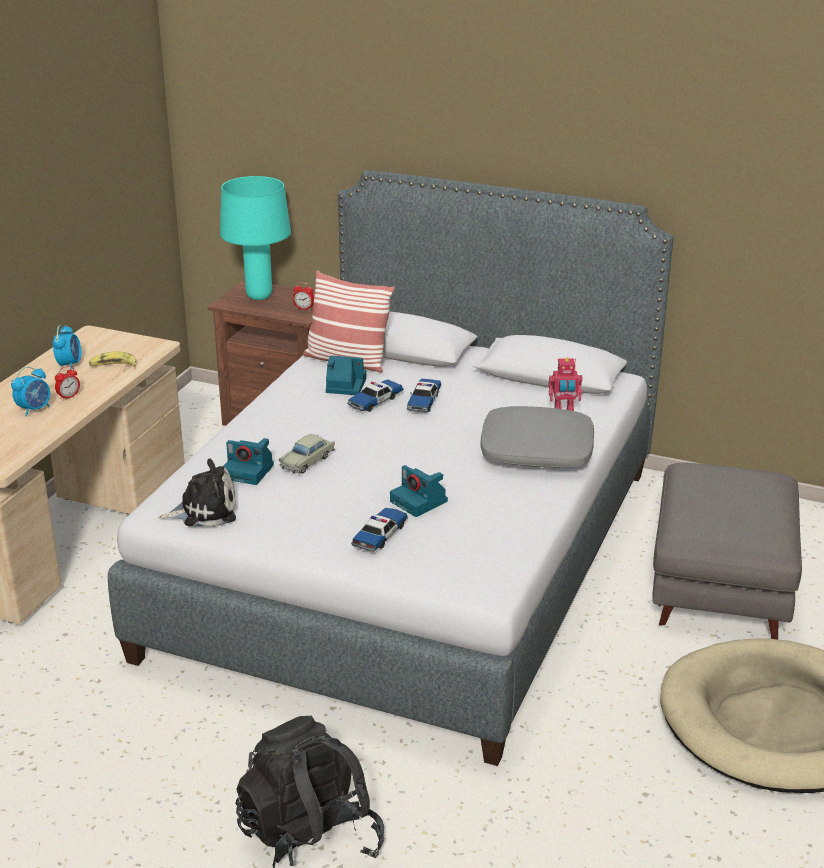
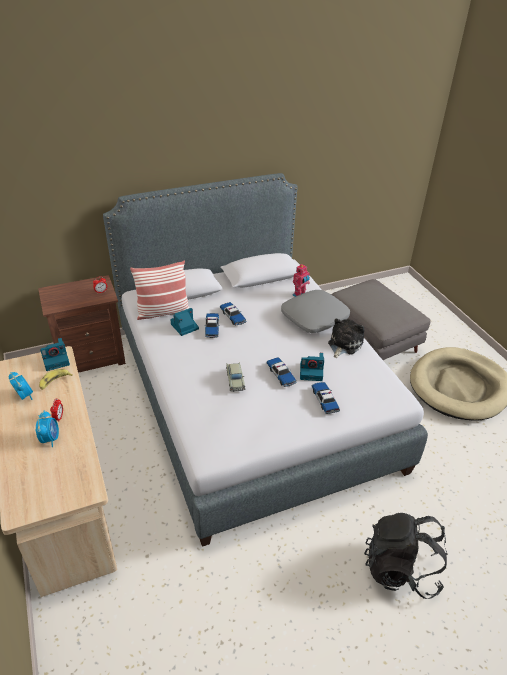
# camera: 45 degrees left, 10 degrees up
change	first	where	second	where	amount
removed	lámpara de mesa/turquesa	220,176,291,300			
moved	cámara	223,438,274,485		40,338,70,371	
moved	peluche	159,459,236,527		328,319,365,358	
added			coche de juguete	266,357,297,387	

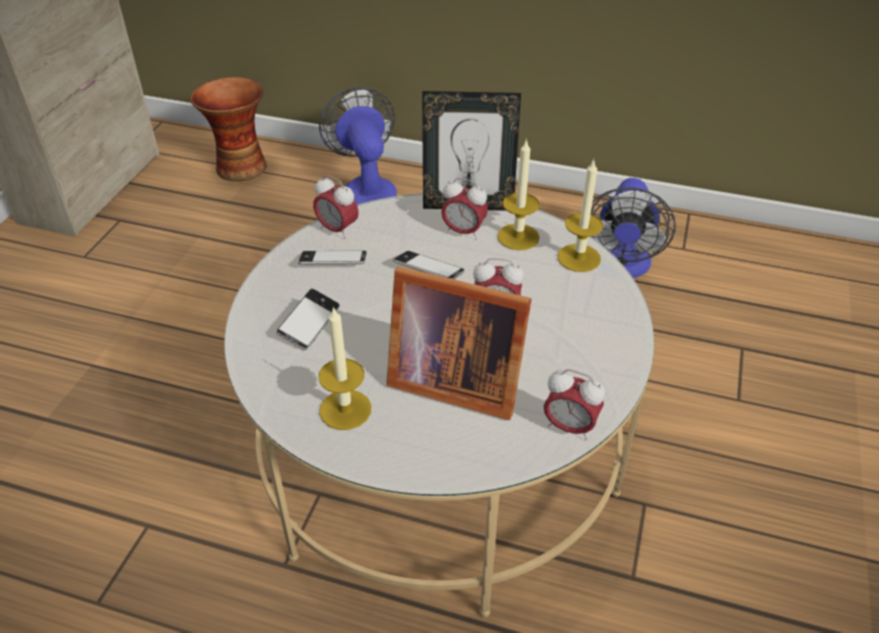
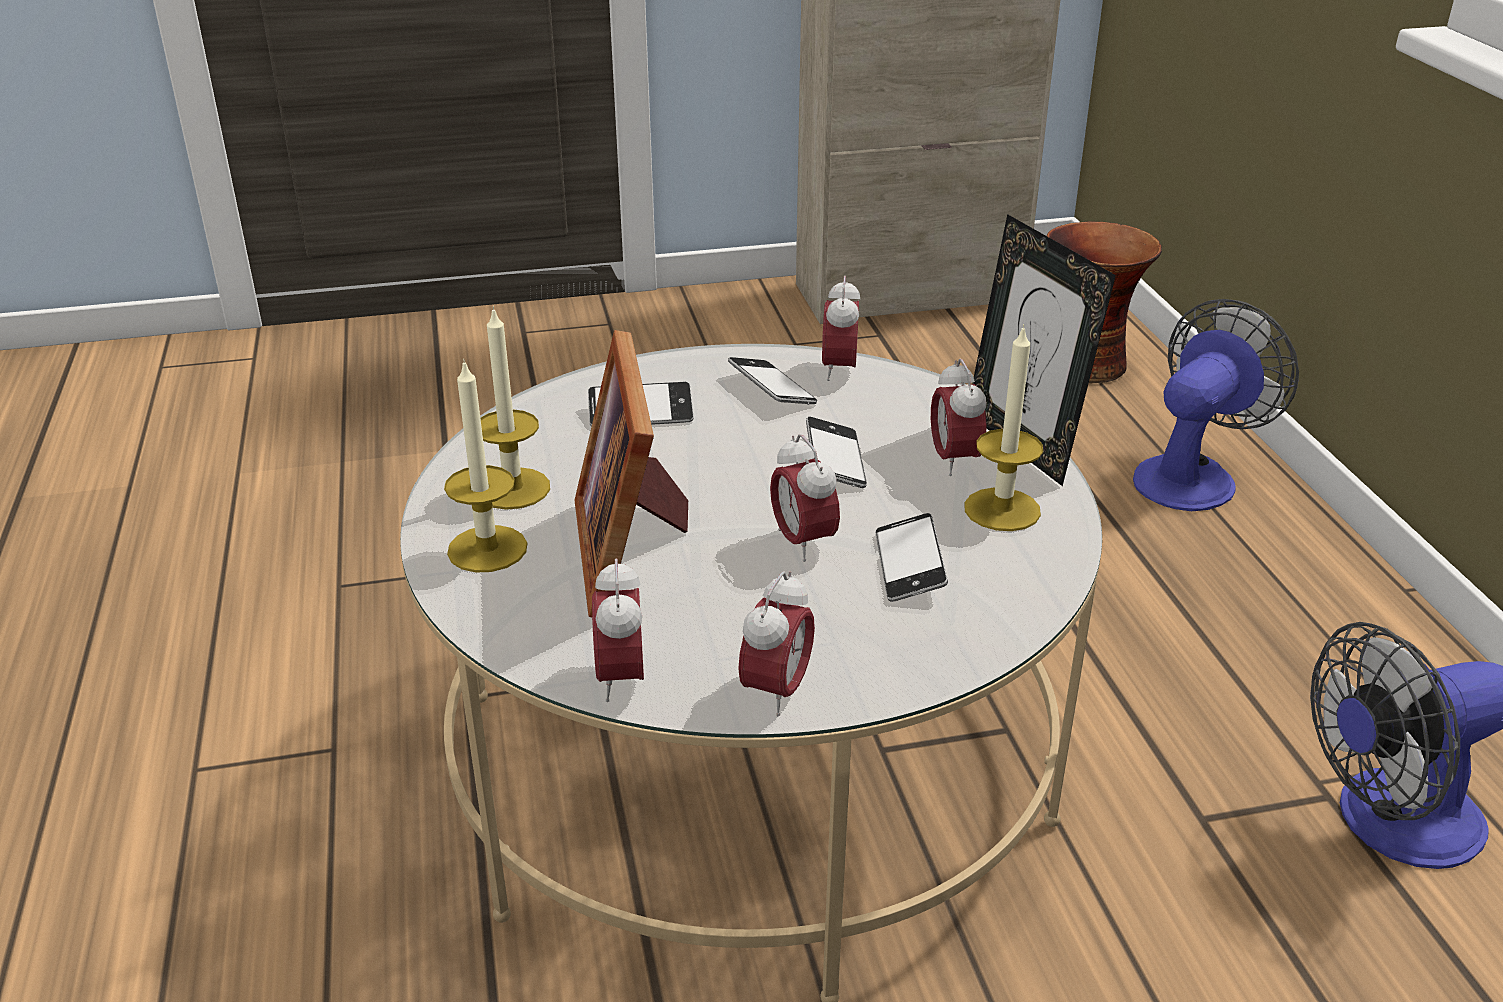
# camera: 60 degrees right, 10 degrees down
change	first	where	second	where	amount
moved	vela	558,159,603,272		444,359,527,573	
added			móvil	875,513,948,602	
added			despertador	738,571,815,716	

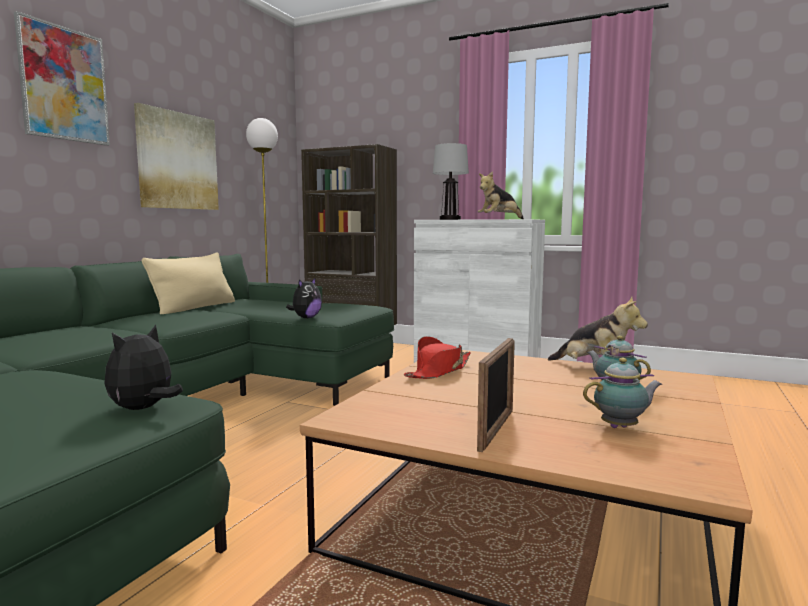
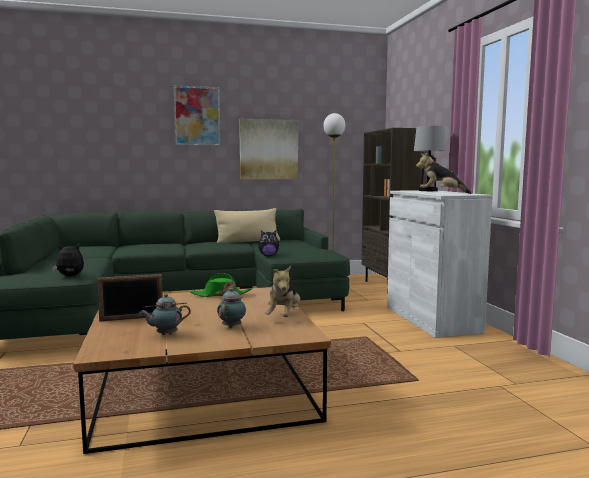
# camera: 50 degrees right, 0 degrees up
change	first	where	second	where	amount
recoloured	sombrero/rojo	404,336,471,379	sombrero/verde	190,273,252,297	
turned	tetera	583,358,662,428		139,294,191,335	120 degrees clockwise

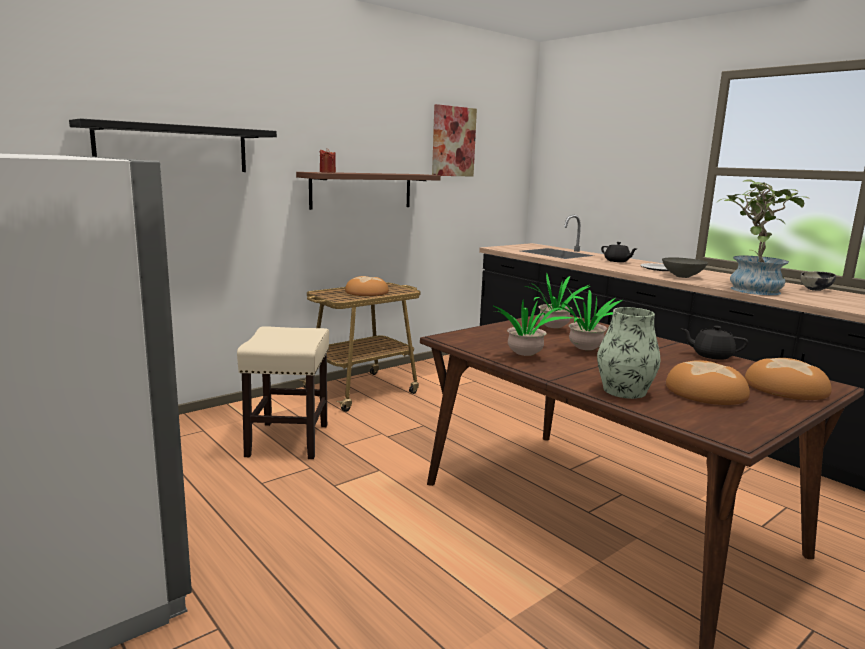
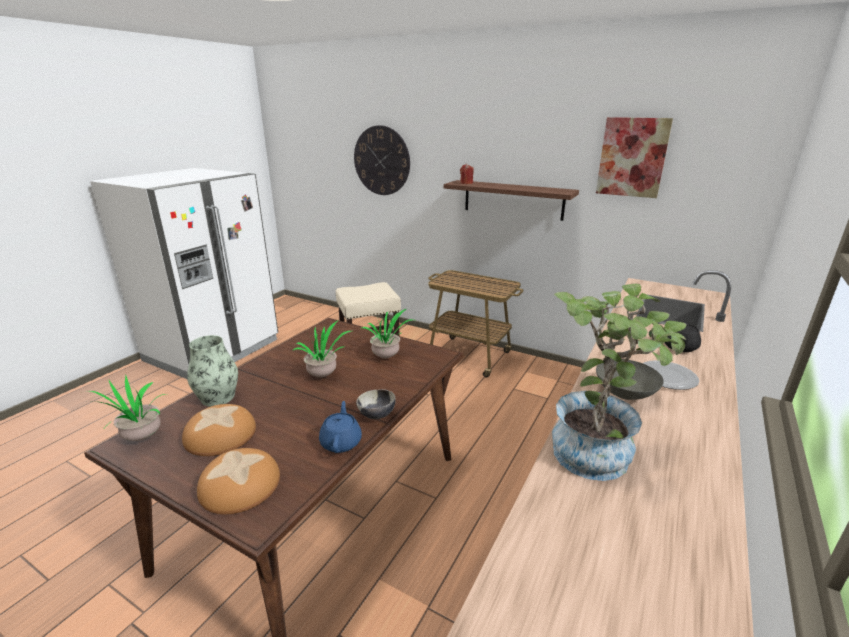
# camera: 70 degrees right, 10 degrees up
change	first	where	second	where	amount
replaced	estante/negro	69,118,277,172	reloj de pared	354,125,410,195	
moved	cuenco	800,271,836,291		356,389,396,419	
removed	pan	345,276,389,296			
moved	planta en maceta	492,298,573,356		90,376,165,441	
recoloured	tetera/negro	680,326,748,360	tetera/azul	319,401,362,453	

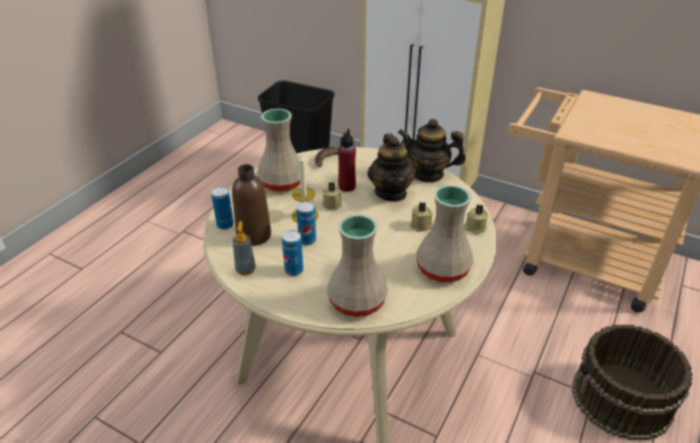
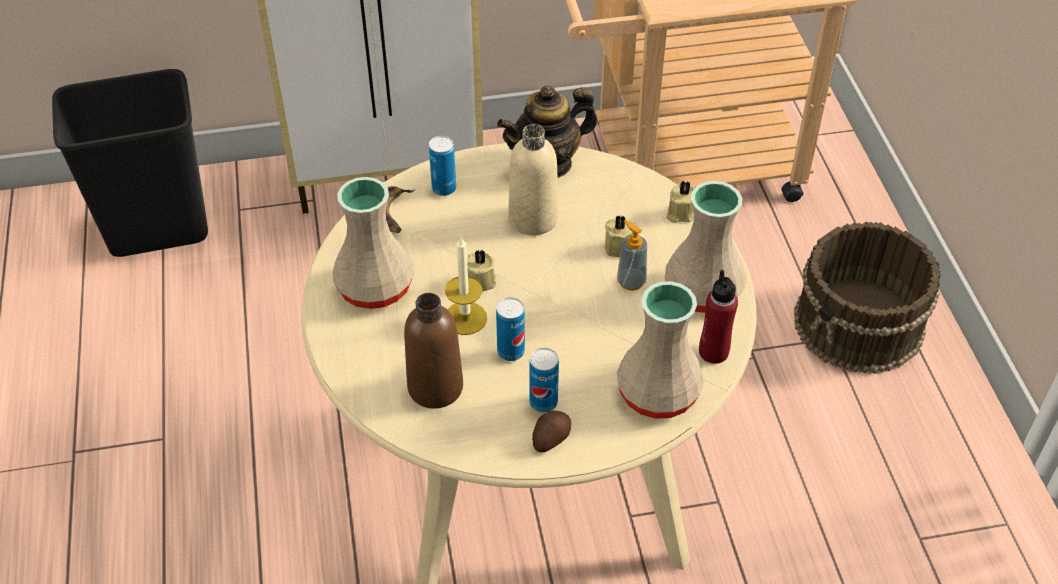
# camera: 40 degrees left, 10 degrees up
change	first	where	second	where	amount
moved	botella/rojo	338,129,356,192		699,270,738,364	
replaced	tetera	367,134,417,202	botella/beis	508,124,558,235	
moved	lata	211,186,234,230		429,136,456,196	
moved	dispensador de jabón	232,221,256,275		617,220,647,291	
added			patata	532,411,571,452	

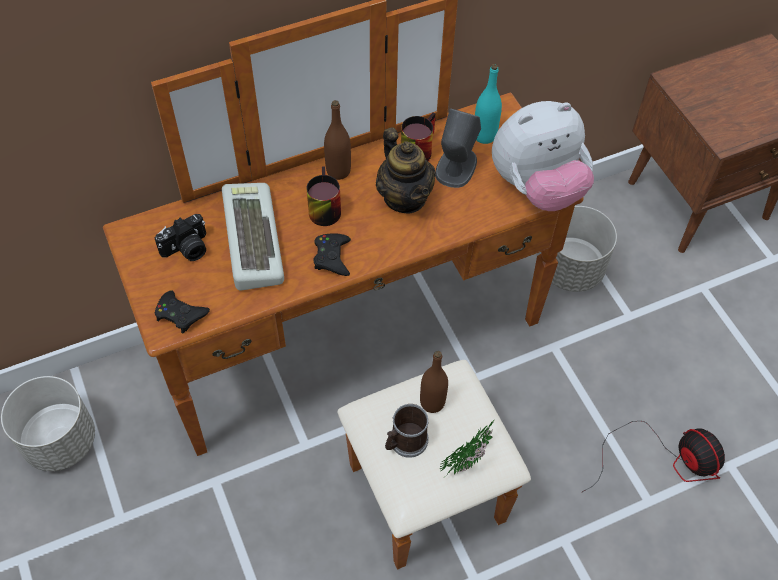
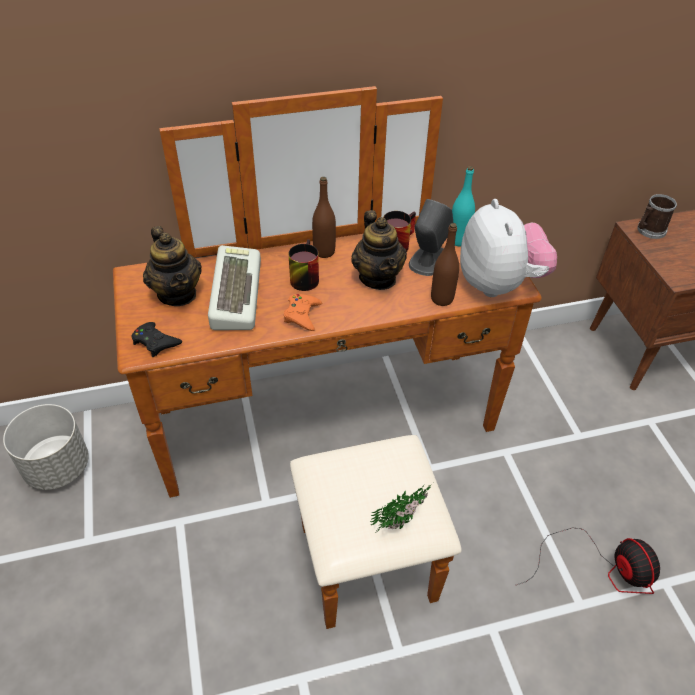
# camera: 10 degrees right, 10 degrees down
change	first	where	second	where	amount
turned	peluche	492,101,594,211		460,199,557,297	90 degrees counterclockwise
removed	maceta/gris	552,206,617,292			
replaced	cámara	155,214,206,261	tetera	143,226,202,306	
recoloured	mando de consola/negro	313,233,351,276	mando de consola/naranja	284,294,322,331	
moved	botella/marrón	420,351,448,413		431,223,459,306	
moved	taza grande	385,404,429,458		637,194,677,239	

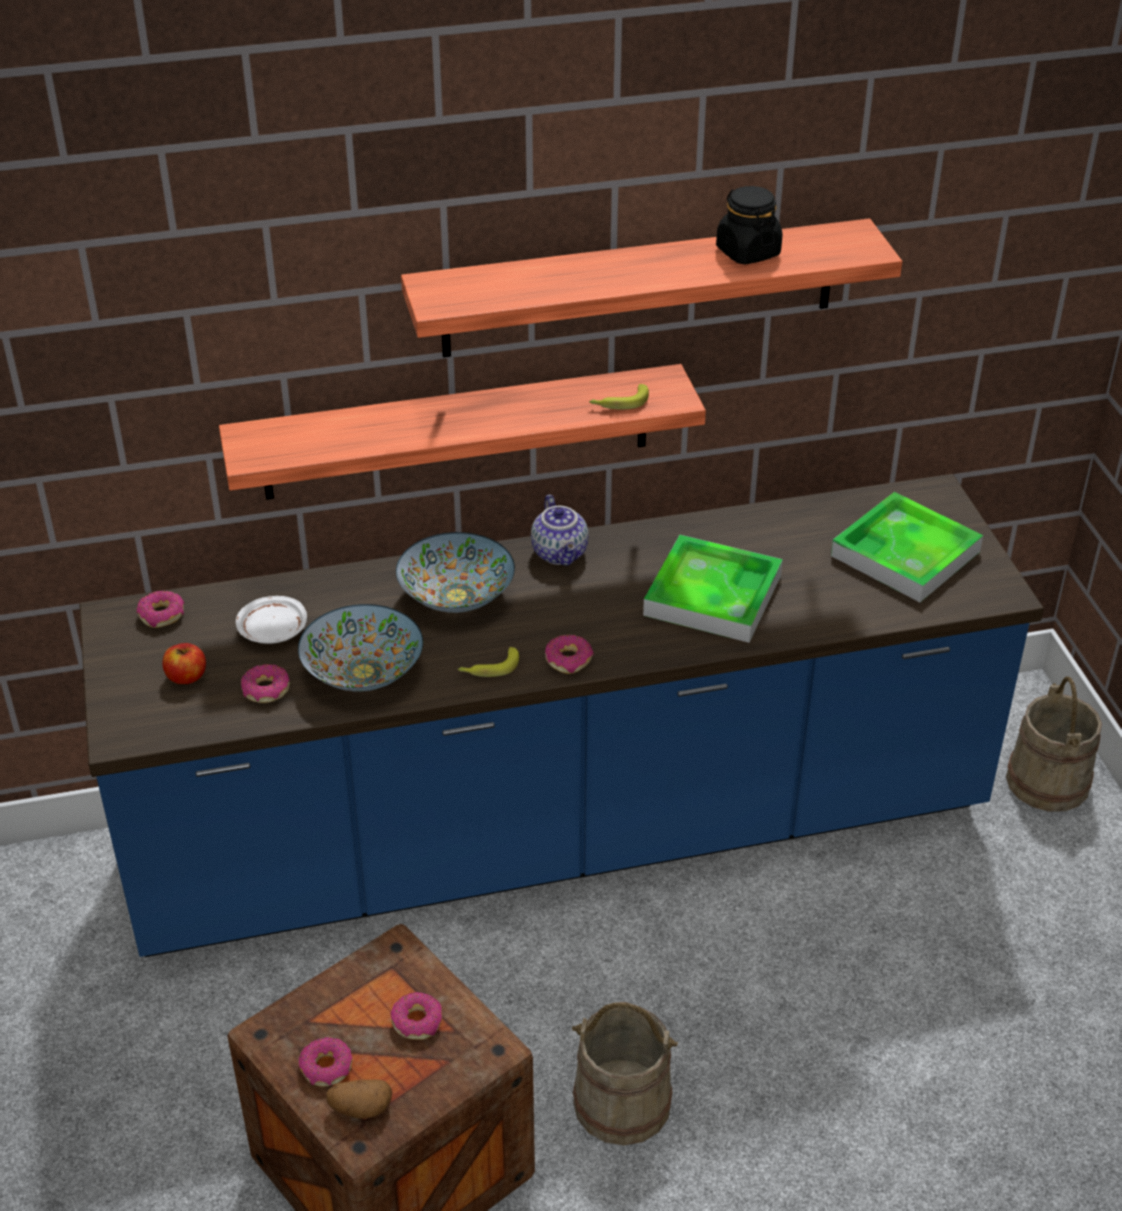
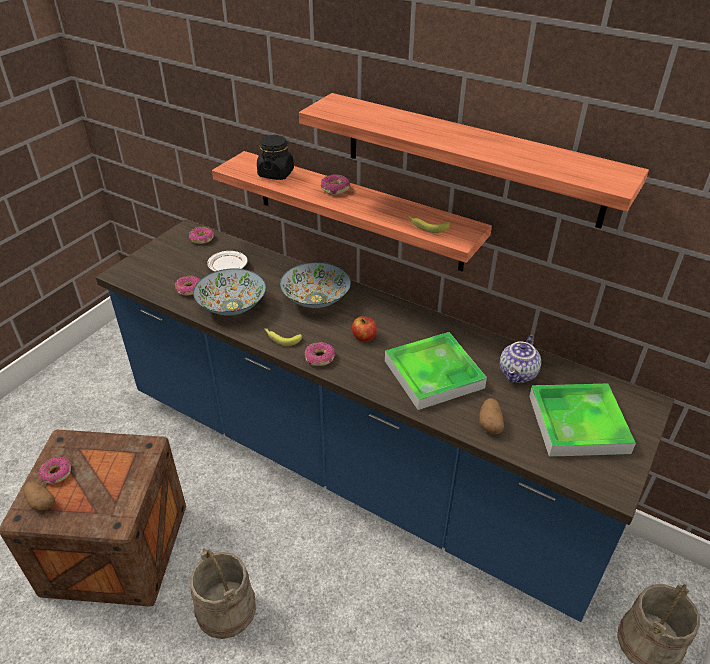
# camera: 45 degrees right, 0 degrees up
change	first	where	second	where	amount
moved	tarro/negro	716,186,783,265		257,135,294,180	
moved	tetera	531,494,589,566		500,335,541,383	
moved	manzana	162,643,206,684		352,316,377,342	
moved	rosquilla	391,992,442,1040		321,174,350,195	
added			patata	479,398,504,434	

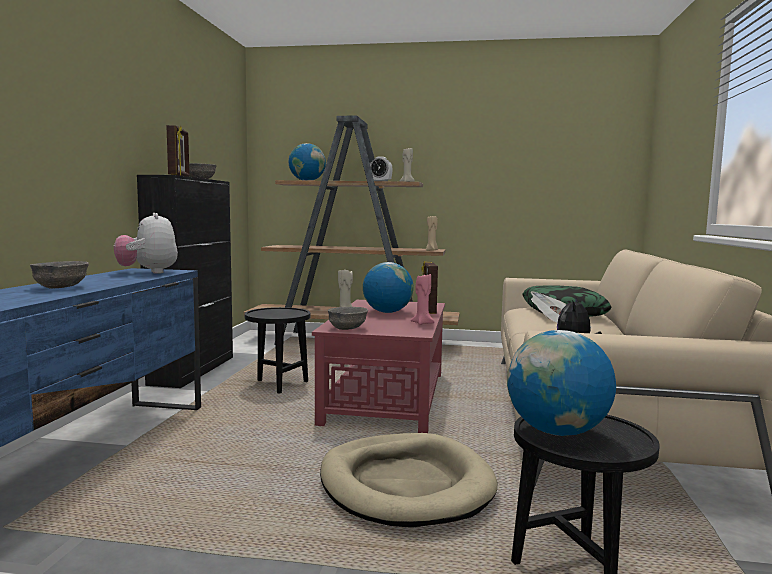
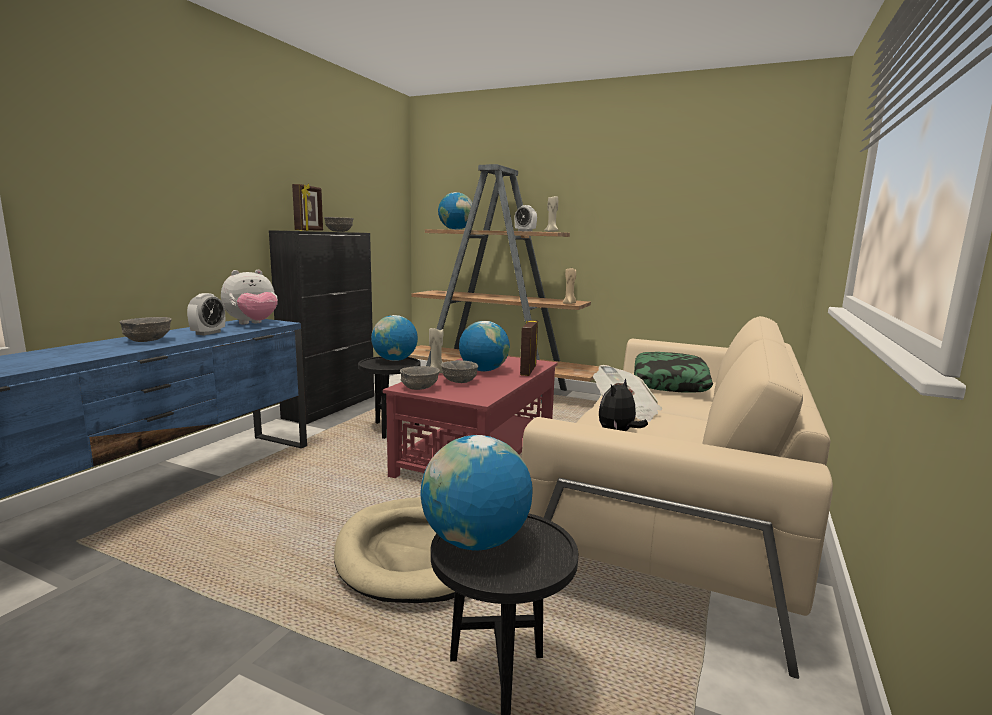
# camera: 15 degrees right, 5 degrees up
change	first	where	second	where	amount
turned	peluche	114,213,178,274		221,270,278,324	120 degrees counterclockwise
removed	vela/rosa	411,274,434,325			
added			despertador	187,293,225,335	
added			globo terráqueo	371,315,418,361	
added			cuenco/gris	441,360,478,383	

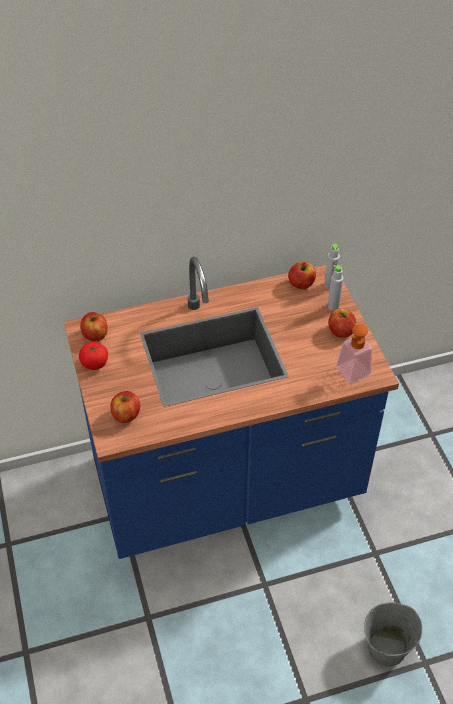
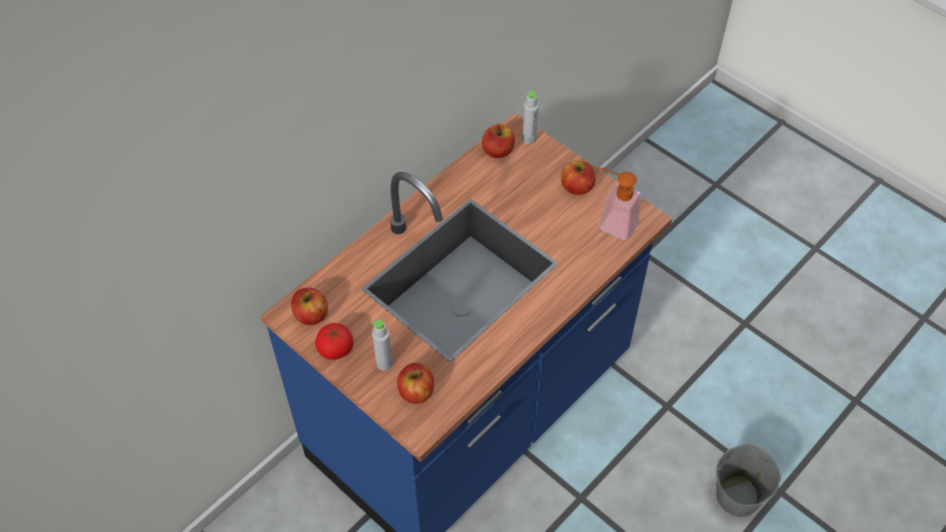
# camera: 30 degrees left, 5 degrees up
change	first	where	second	where	amount
moved	botella/gris	328,265,343,311		372,320,393,371	

